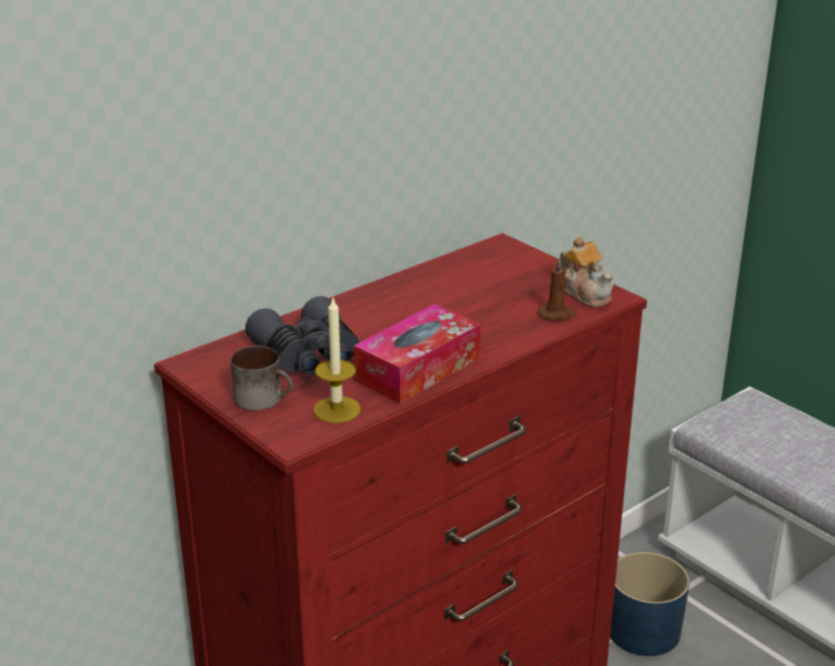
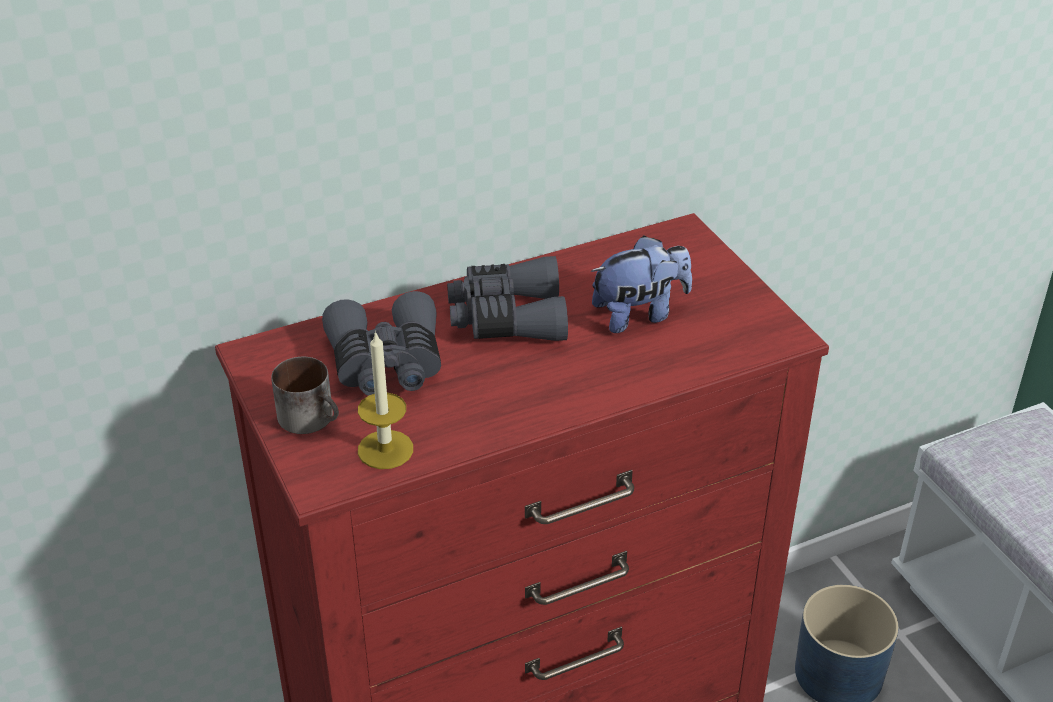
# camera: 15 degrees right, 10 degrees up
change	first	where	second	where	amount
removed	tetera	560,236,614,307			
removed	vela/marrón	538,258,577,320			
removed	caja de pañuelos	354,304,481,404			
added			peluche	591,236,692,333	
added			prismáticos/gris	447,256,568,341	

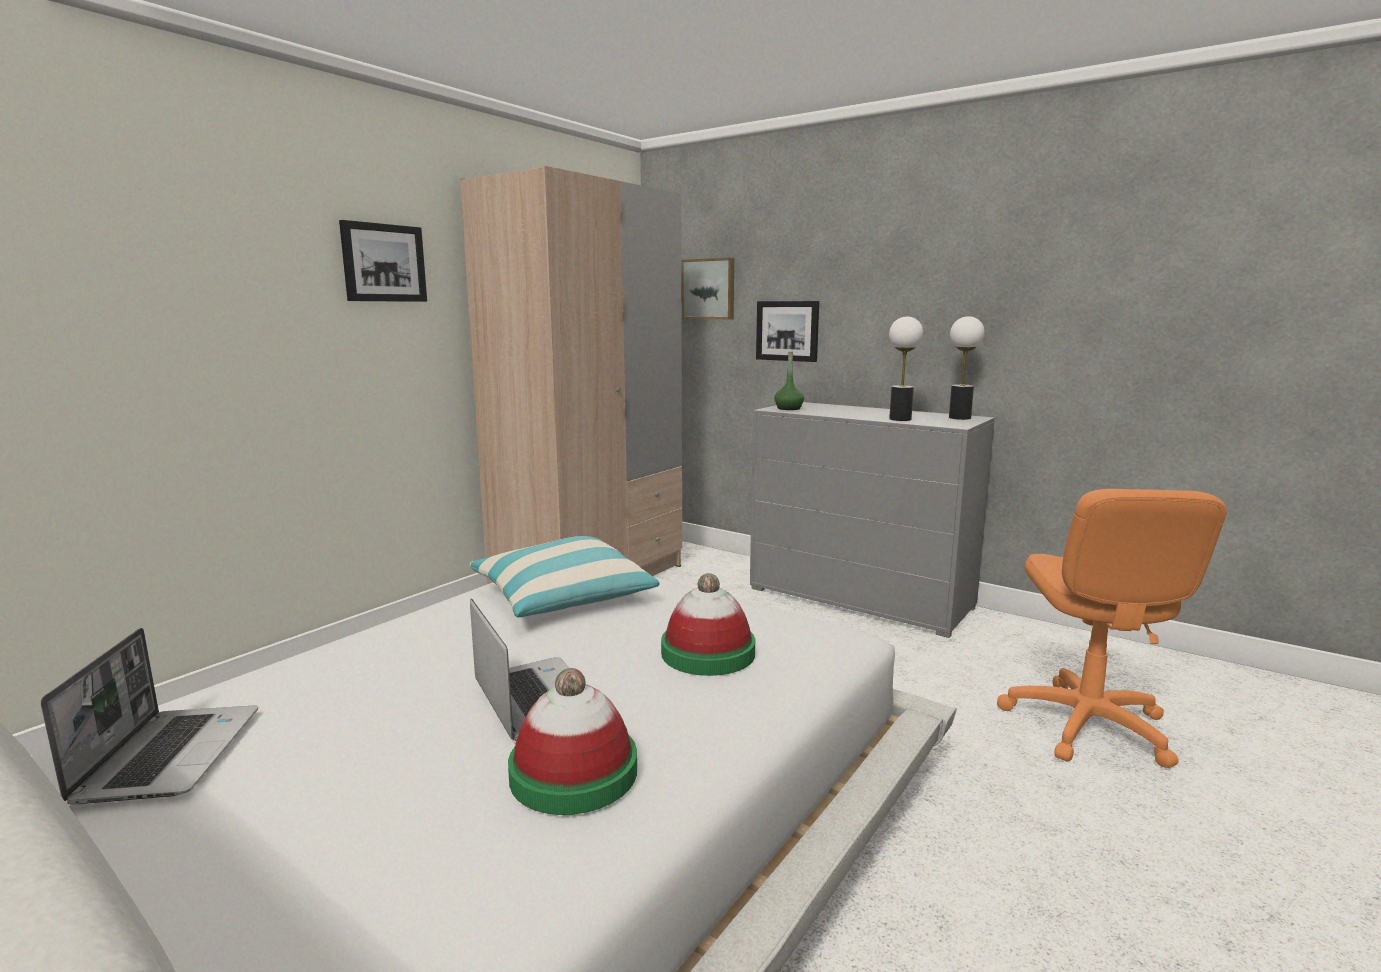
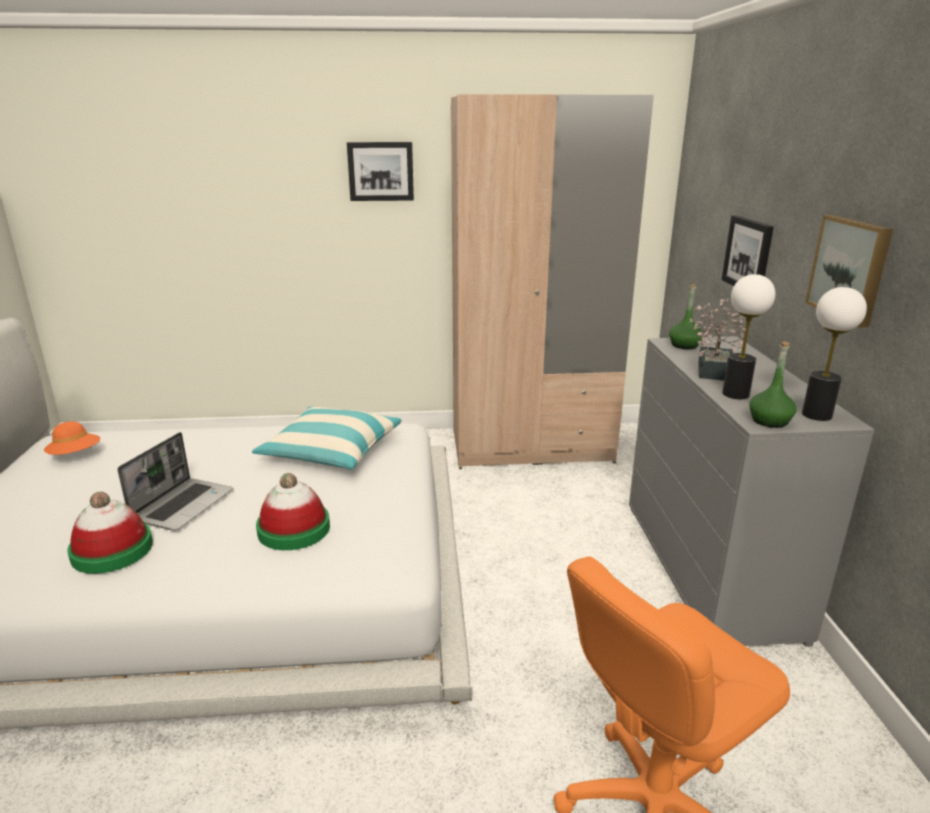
# camera: 50 degrees right, 10 degrees up
change	first	where	second	where	amount
moved	cuadro	682,258,734,319		805,215,893,327	
replaced	portátil	41,628,258,804	sombrero/naranja	44,421,100,455	
added			planta en maceta	690,299,746,380	
added			botella/verde	749,341,797,428	

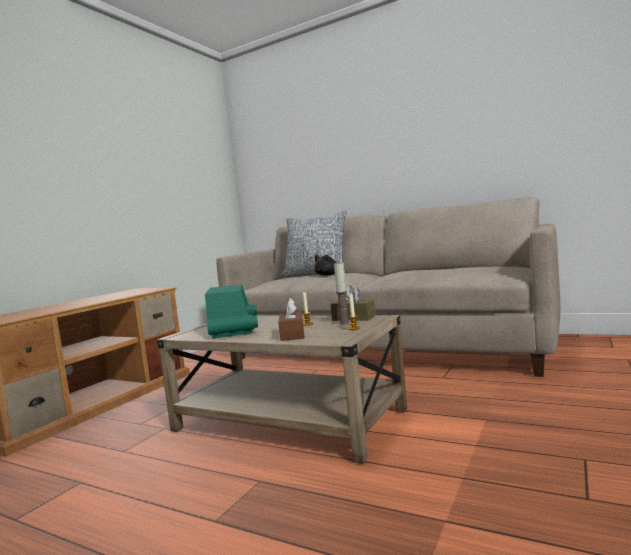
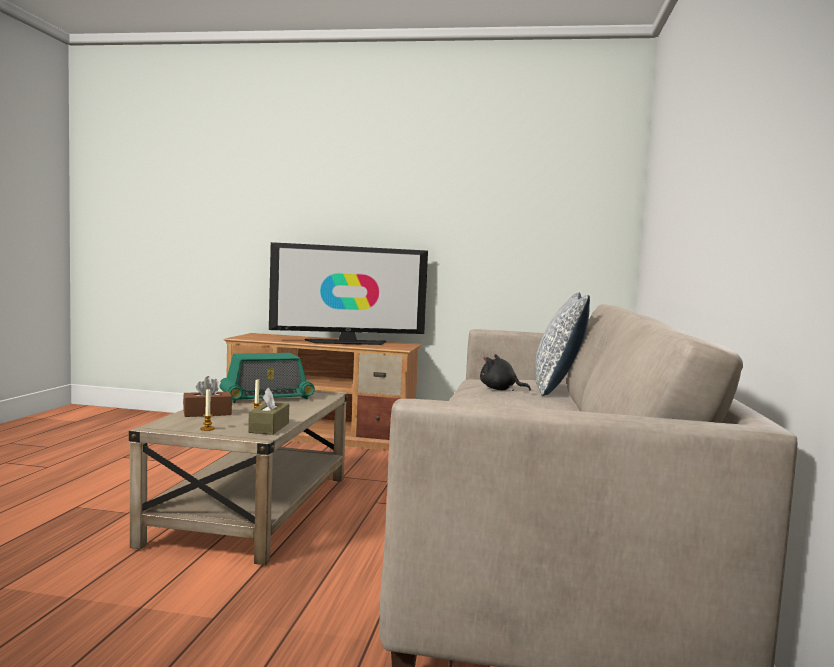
# camera: 70 degrees right, 0 degrees up
change	first	where	second	where	amount
removed	vela	334,261,350,325			
added			televisor	269,242,428,345	

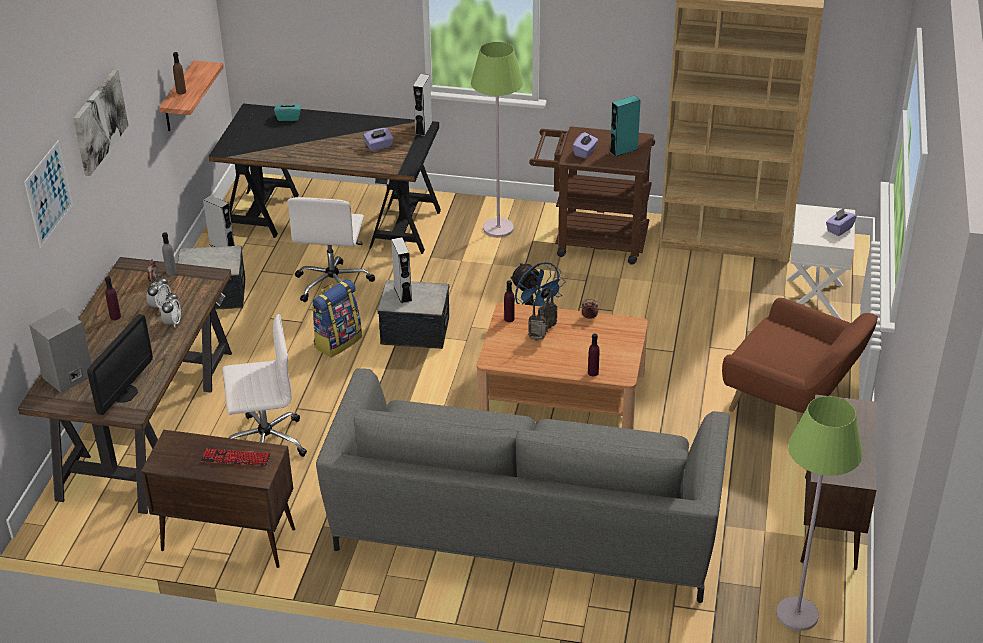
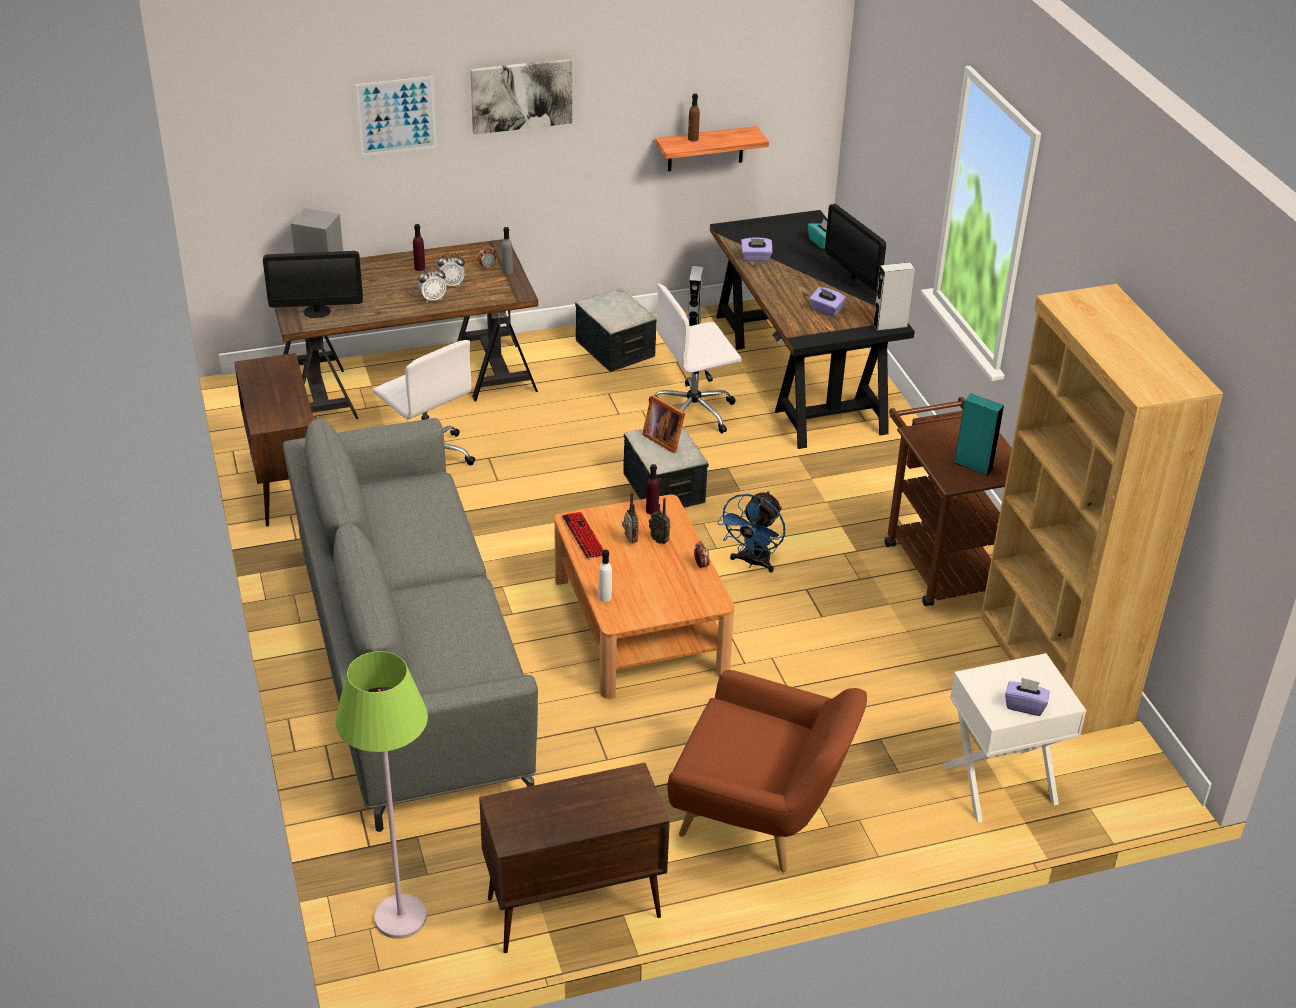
# camera: 60 degrees right, 0 degrees up
change	first	where	second	where	amount
removed	lámpara de pie/verde	471,42,523,237			
moved	caja de pañuelos/morado	573,132,598,158		741,237,773,262	
replaced	altavoz/gris	391,237,412,303	portarretratos	642,395,685,453	
removed	mochila	311,279,362,357			
turned	sillón/marrón	722,298,878,423		667,670,867,872	75 degrees counterclockwise
recoloured	botella/morado	588,333,600,376	botella/blanco	599,550,612,602	
moved	teclado	200,449,271,467		562,512,604,558	
added			monitor	825,204,886,291	

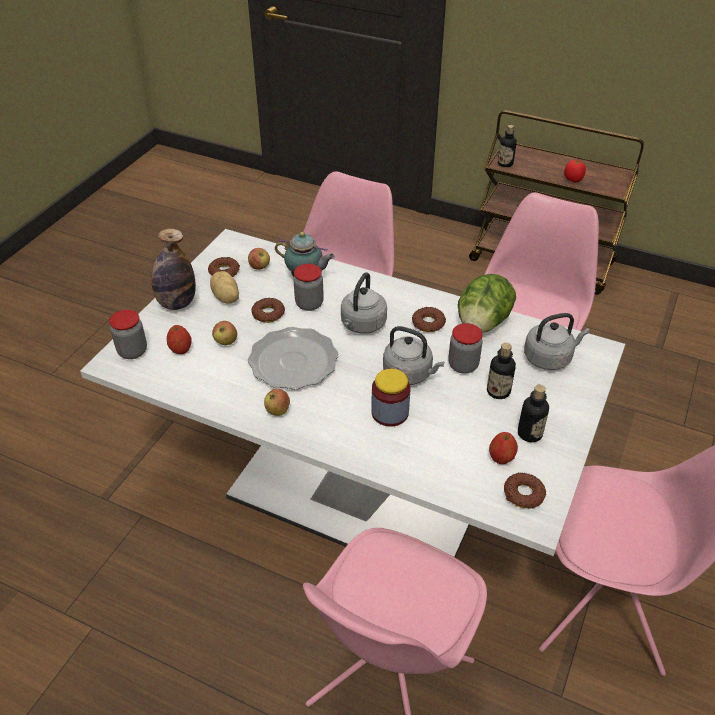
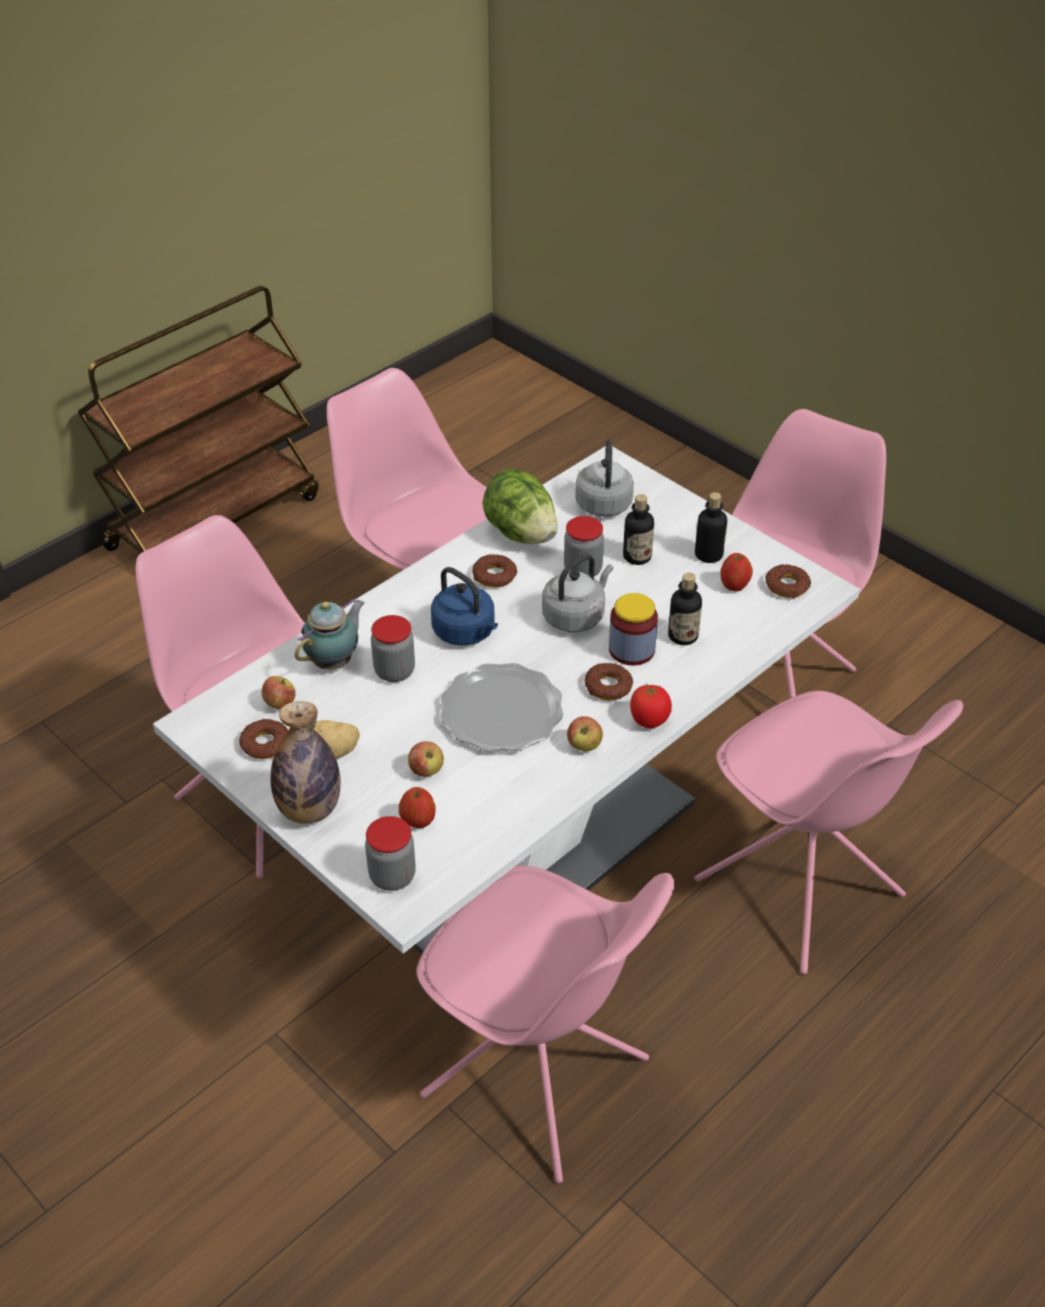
# camera: 70 degrees left, 0 degrees up
change	first	where	second	where	amount
moved	botella	498,125,517,167		668,573,702,645	
moved	tomate	564,160,586,182		630,684,672,728	
recoloured	hervidor/gris	341,272,387,334	hervidor/azul	431,567,498,646	
moved	rosquilla	251,298,285,323		585,663,633,700	
added			silla/rosa	416,866,674,1183	

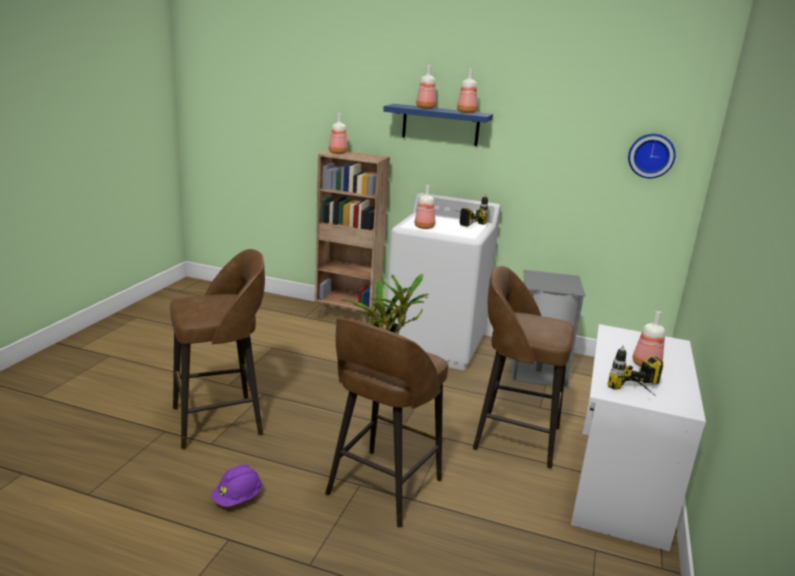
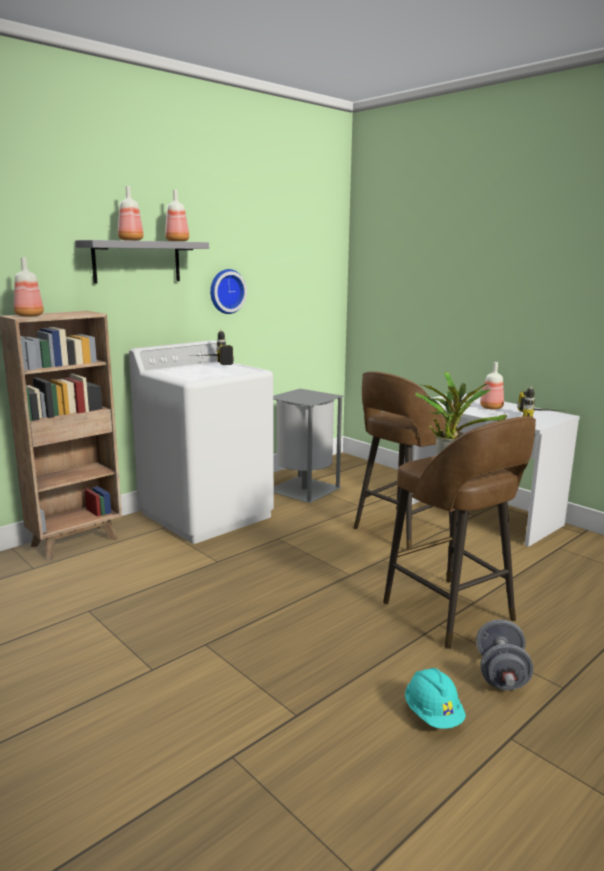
# camera: 60 degrees left, 5 degrees down
change	first	where	second	where	amount
recoloured	estante/azul	383,104,493,146	estante/gris	75,240,209,283	
moved	reloj de pared	628,134,676,178		210,269,247,314	
removed	botella	414,185,435,229			
removed	taburete/marrón	170,249,265,449			
recoloured	casco/morado	212,465,262,507	casco/turquesa	405,668,466,729	
added			mancuerna/gris	476,620,533,690	

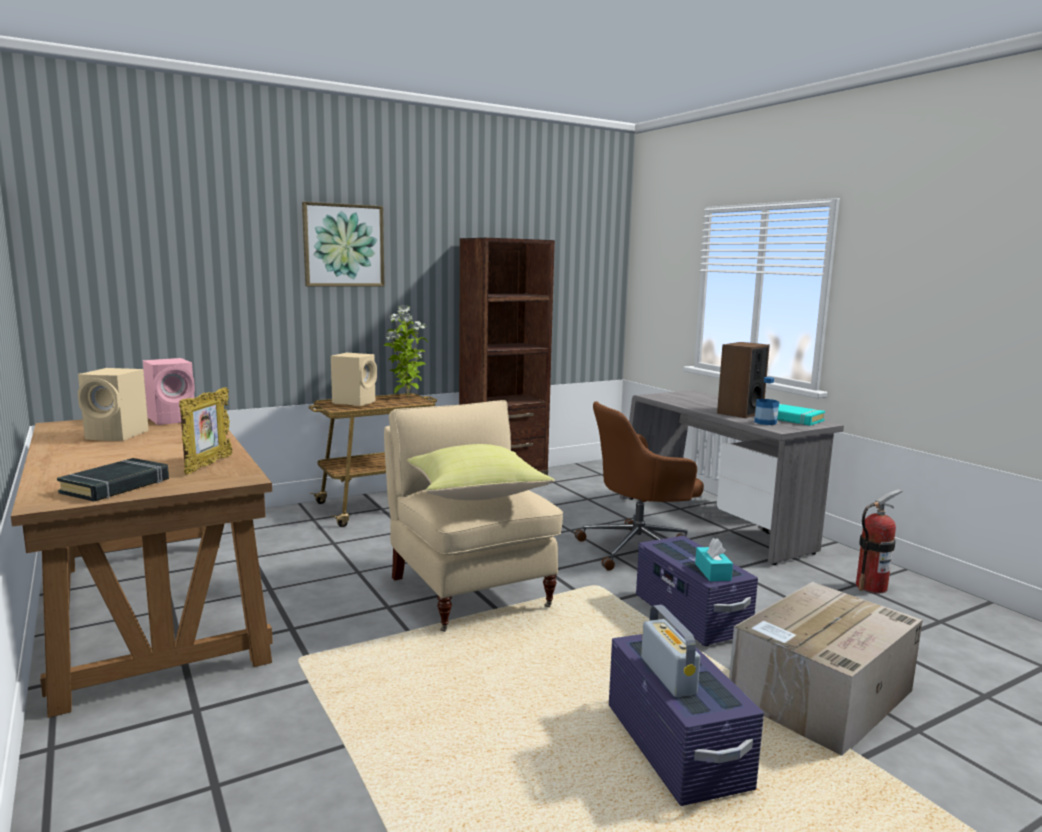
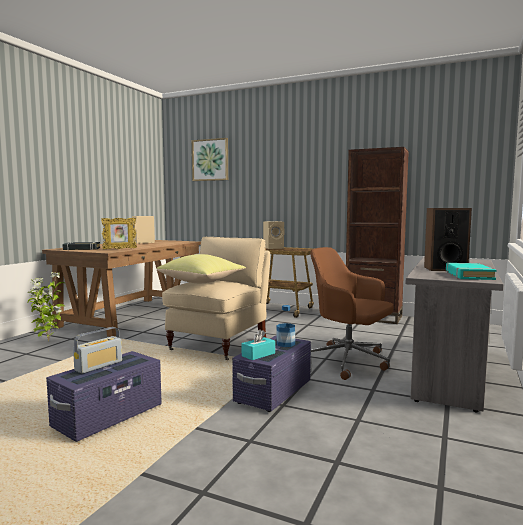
# camera: 55 degrees right, 5 degrees down
change	first	where	second	where	amount
moved	cuadro	302,202,384,286		192,138,228,181	
moved	planta en maceta	384,305,428,398		28,272,65,341	
removed	altavoz/rosa	143,358,195,425			
moved	botella	754,377,779,425		277,305,295,347	
removed	extintor	856,489,903,594			
removed	caja de cartón	729,582,922,756			

